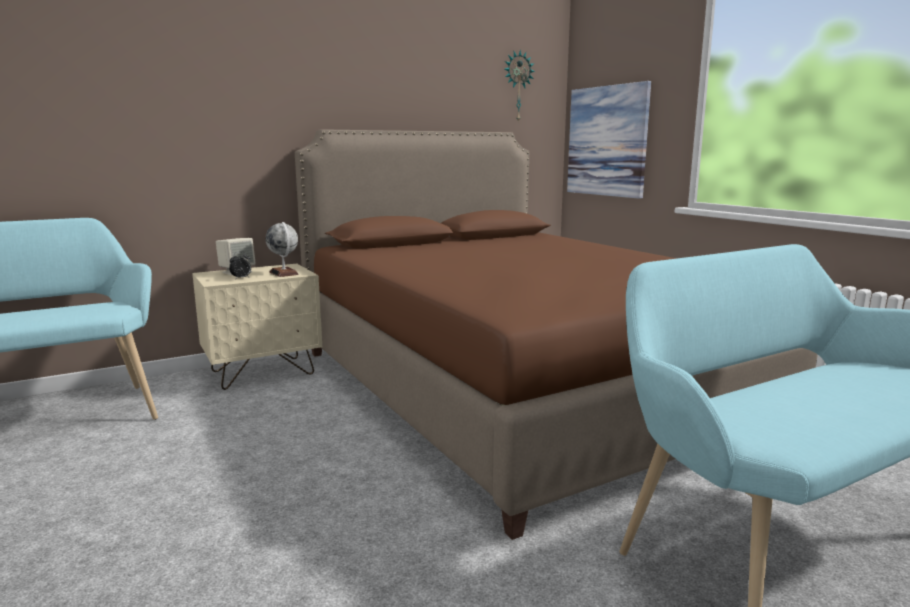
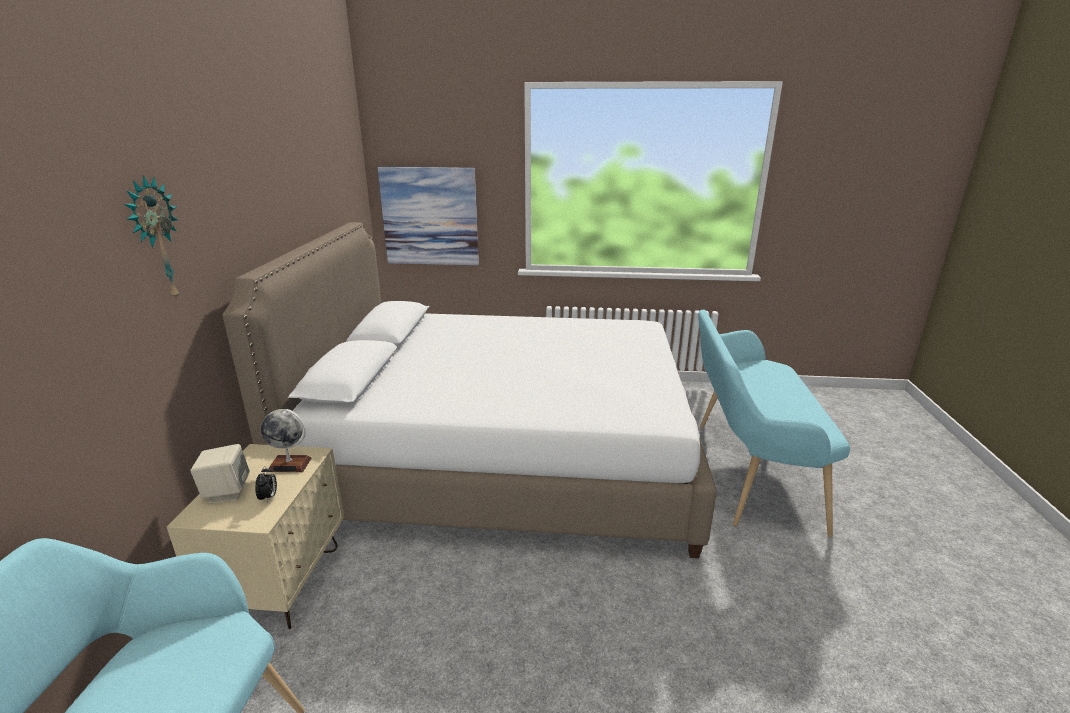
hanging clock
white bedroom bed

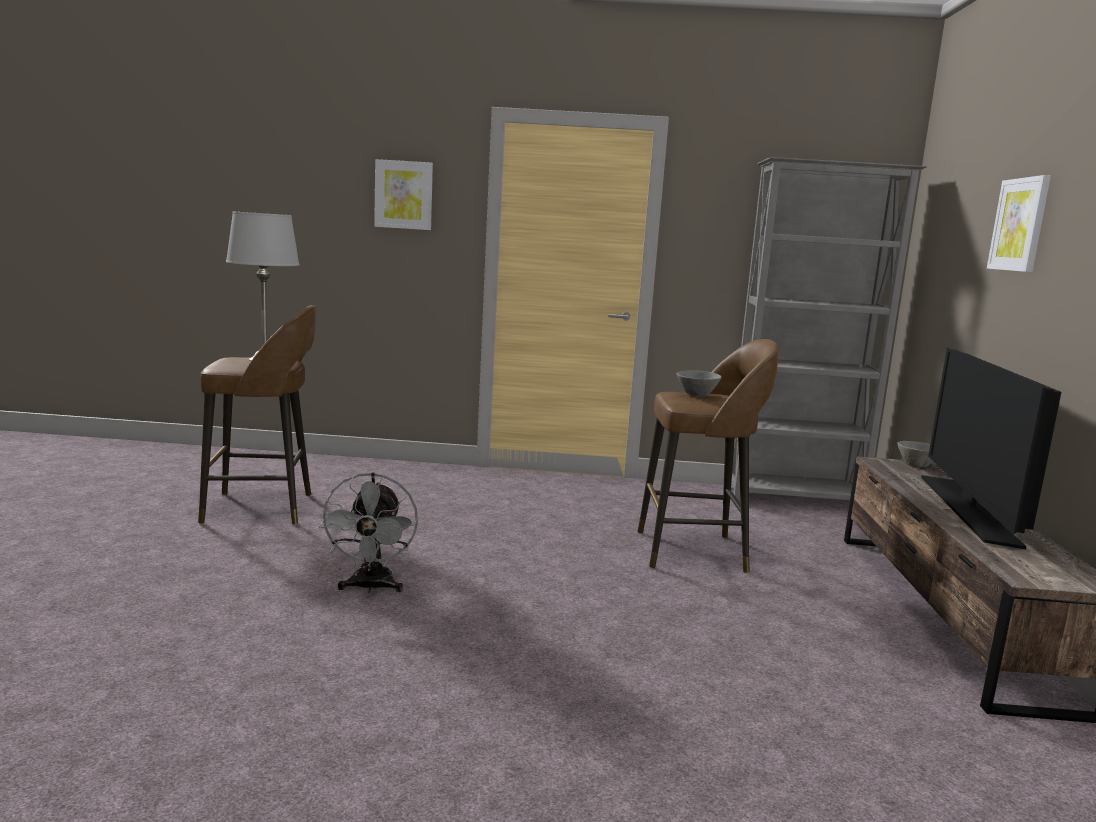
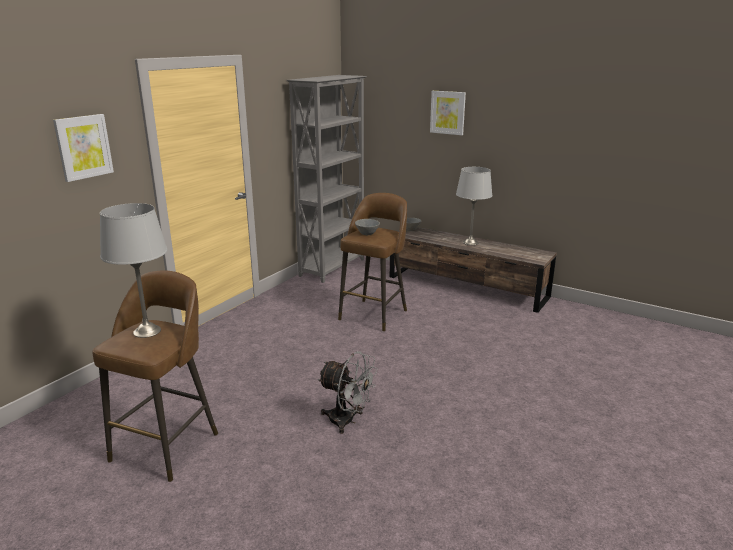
gray lamp for a table (2nd from left)

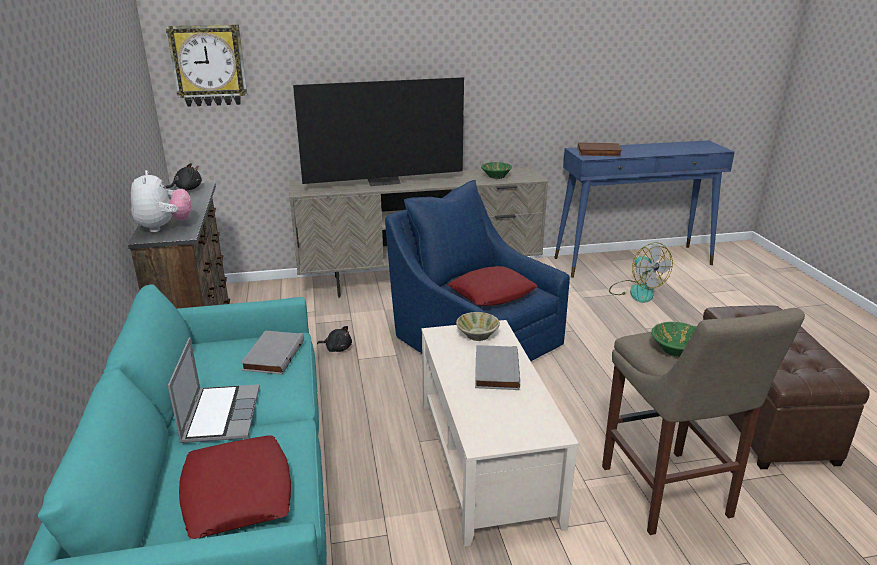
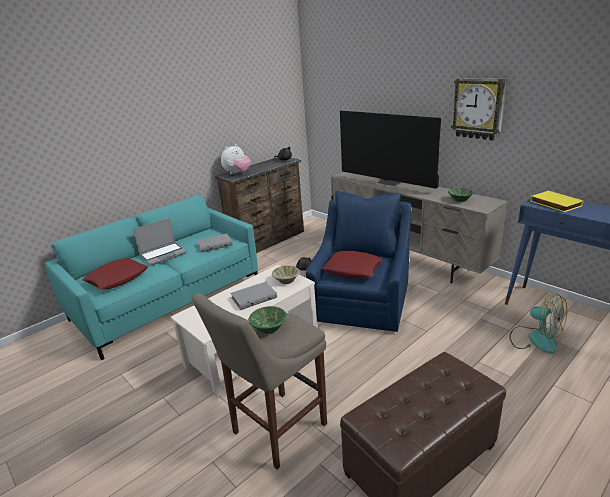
hanging clock
cooling fan
yellow book

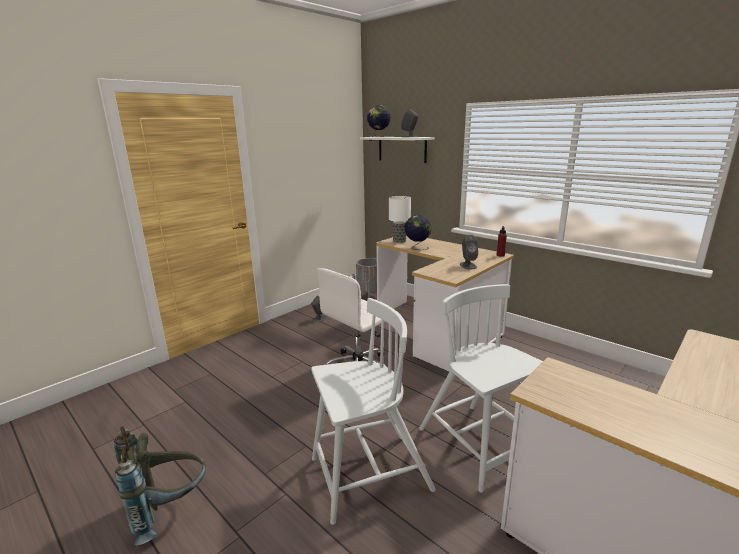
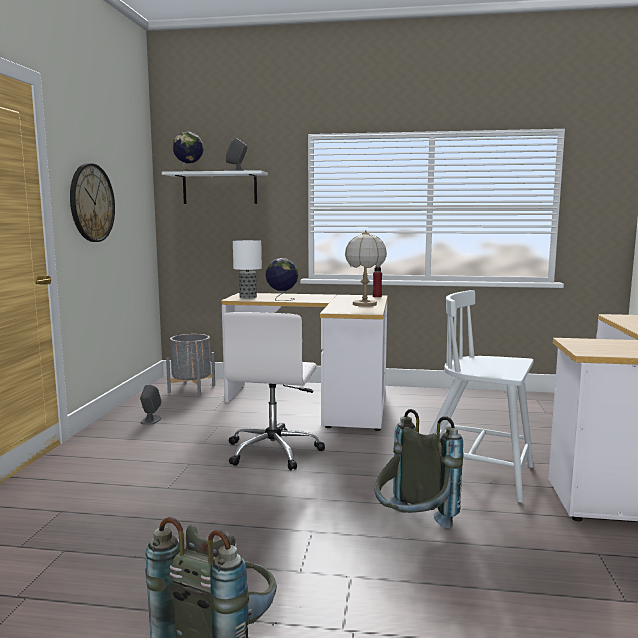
hanging clock
lamp for a table (2nd from left)
gray knapsack (2nd from left)

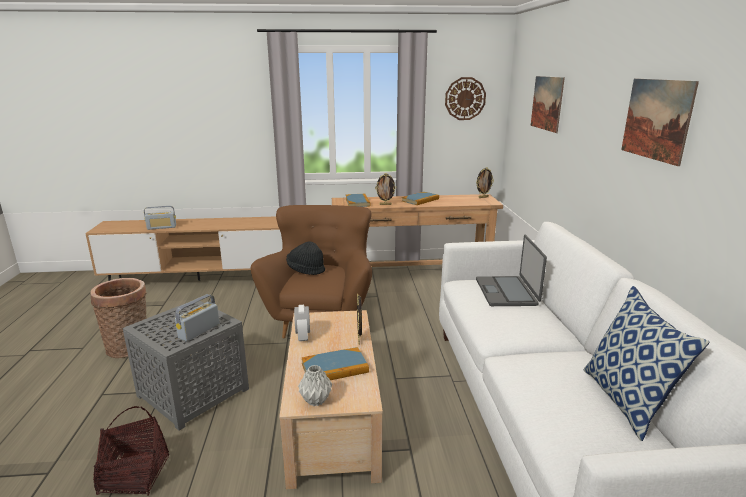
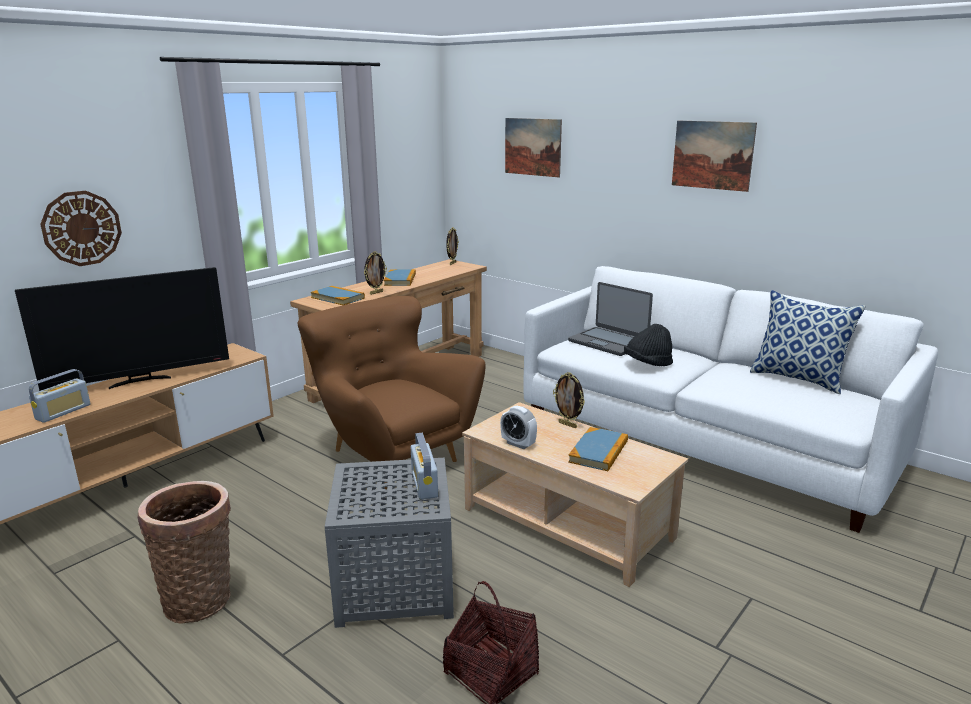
TV set
hanging clock
blackish clothing hat
gray vase

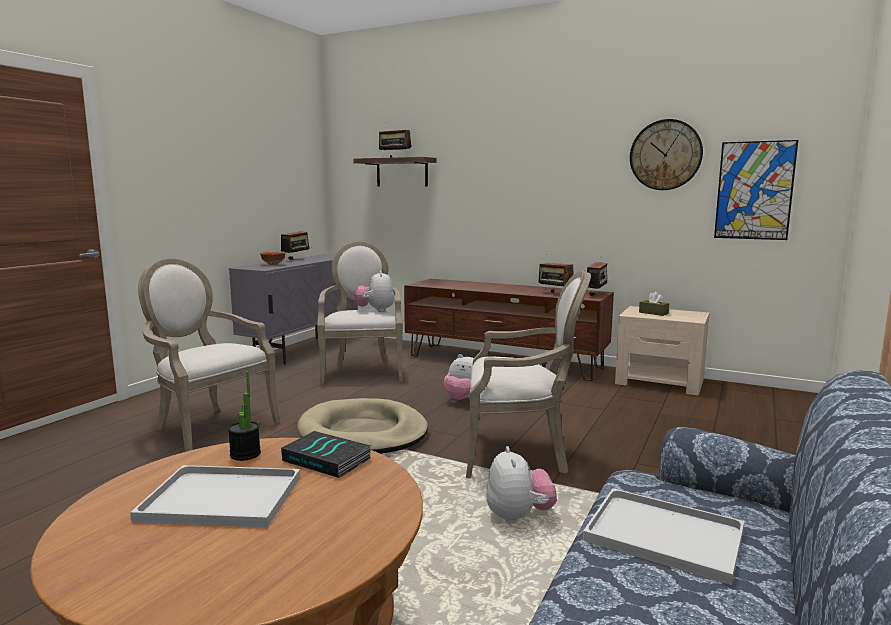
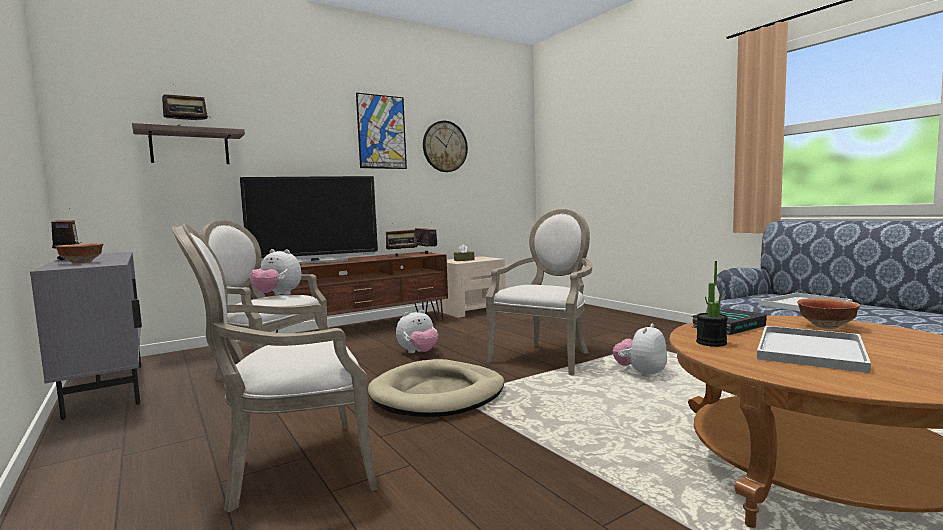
TV set
wall art
plush toy (3rd from left)
serving bowl (2nd from left)

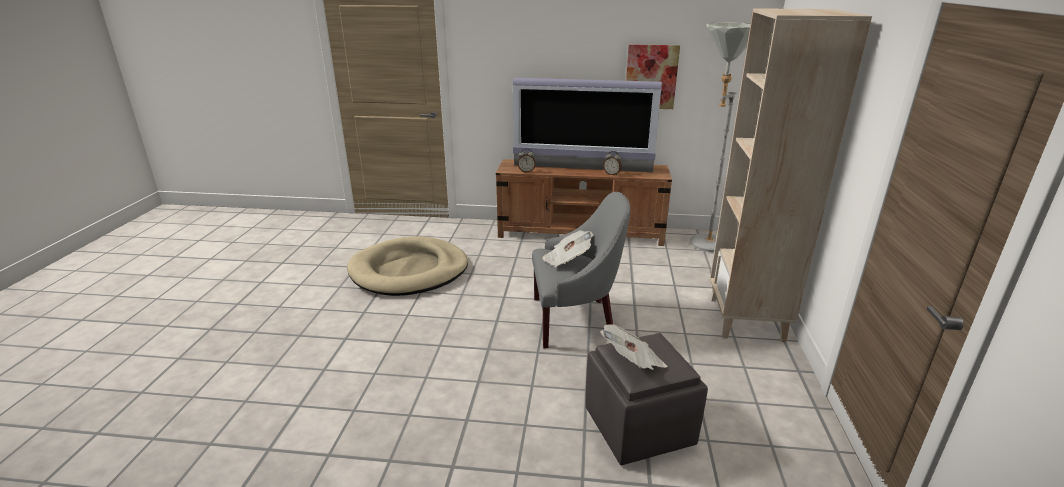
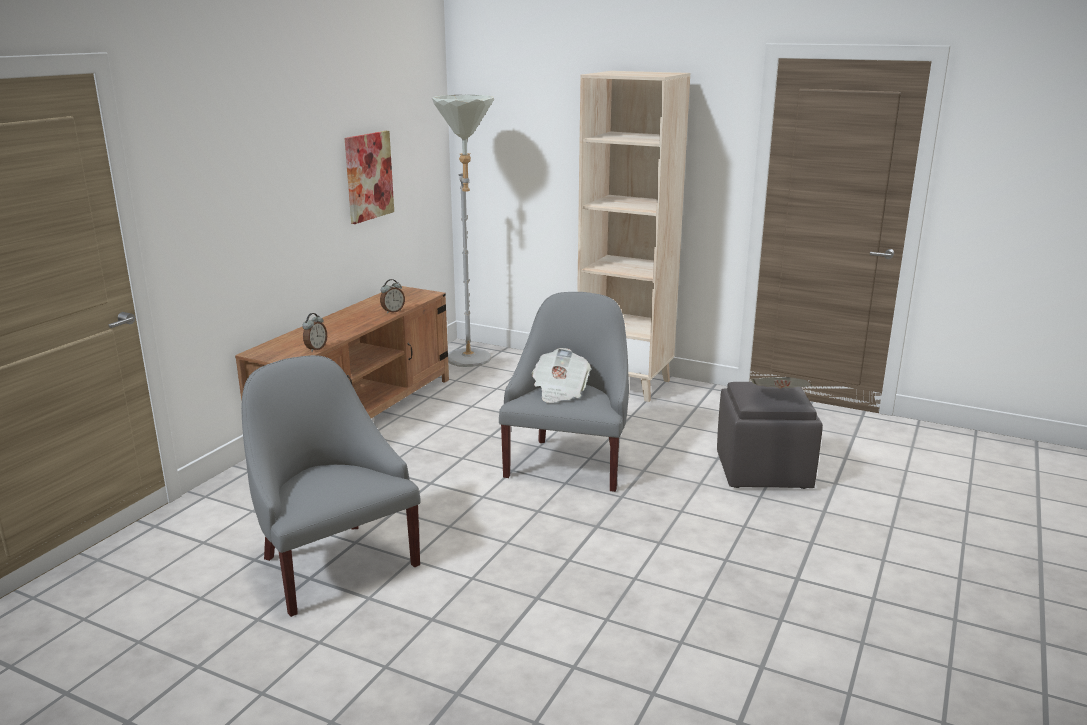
gray easy chair (1st from left)
TV set

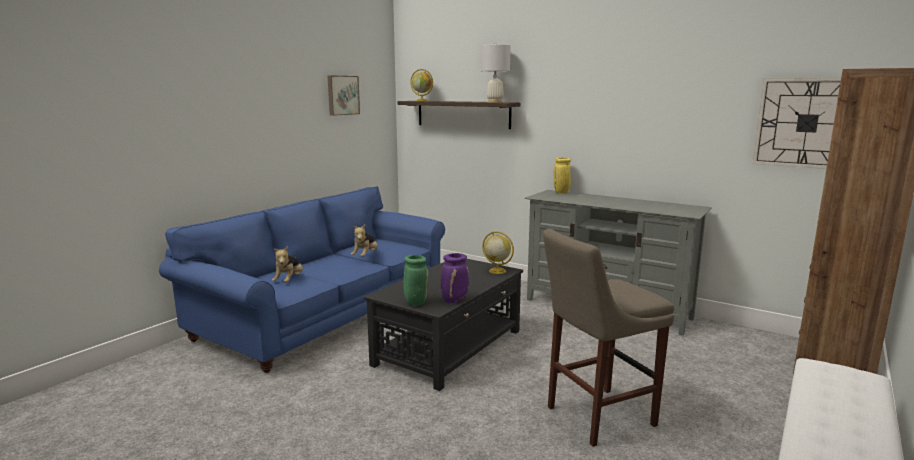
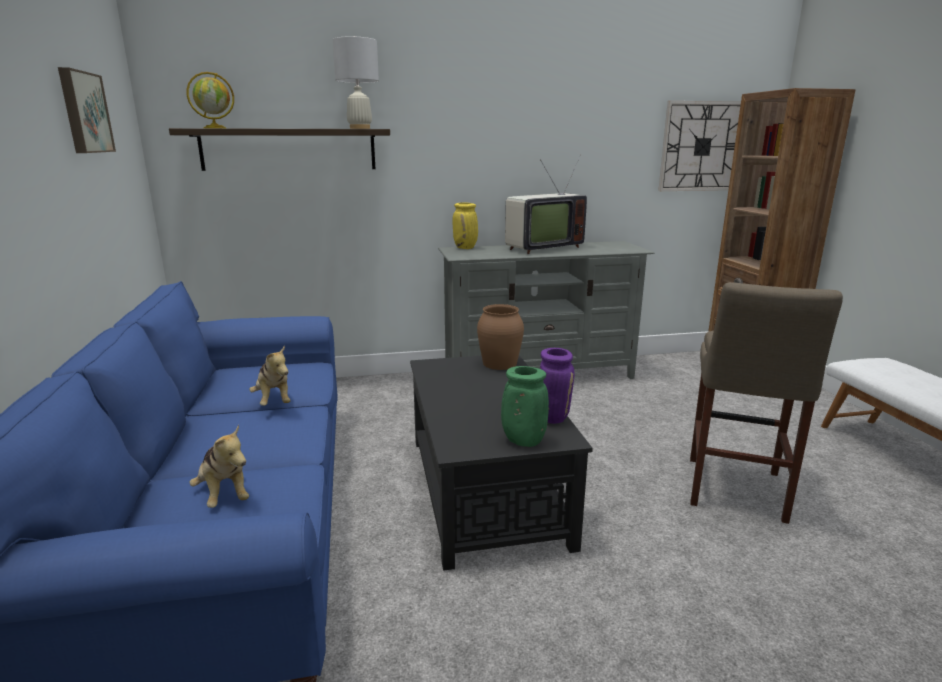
brown vase
TV set

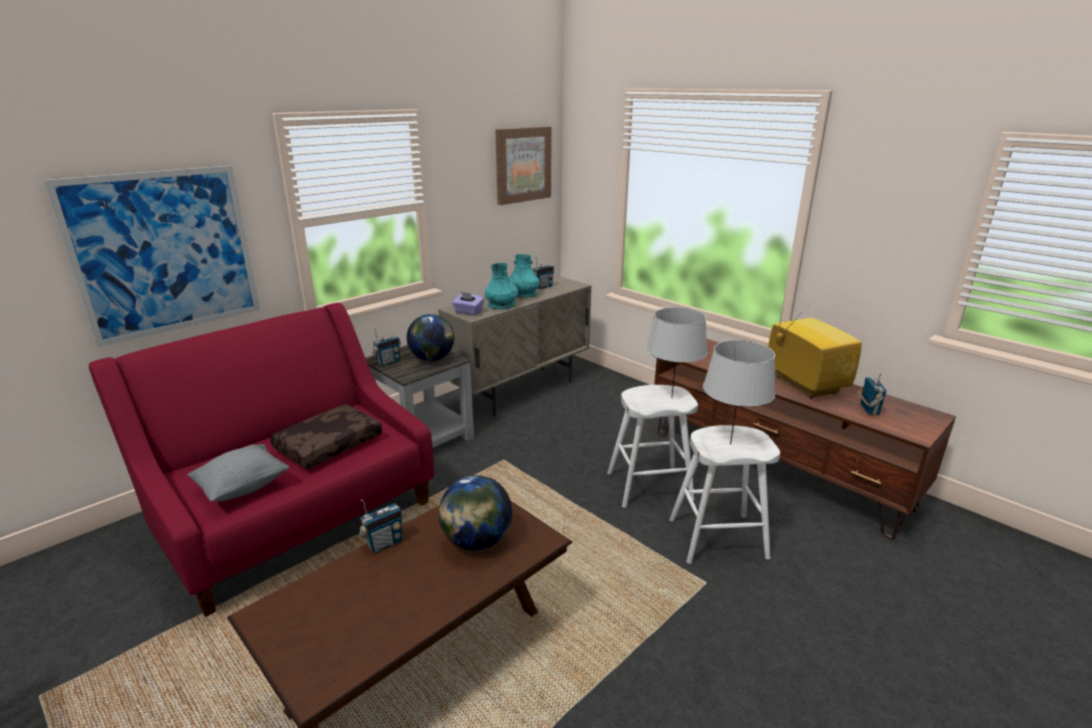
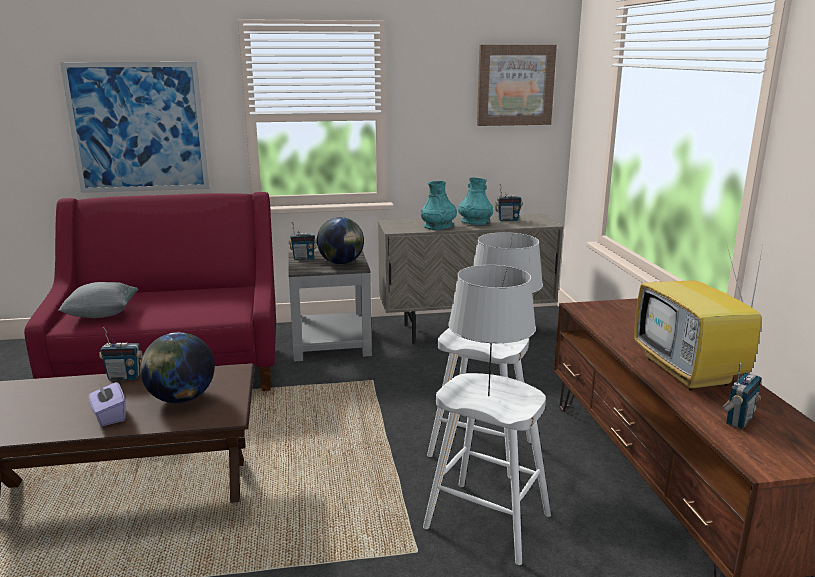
purplish tissue holder
TV set
brown pillow

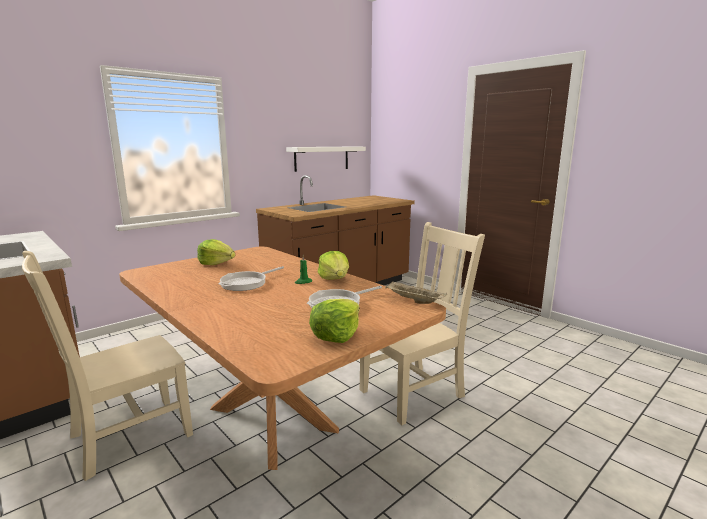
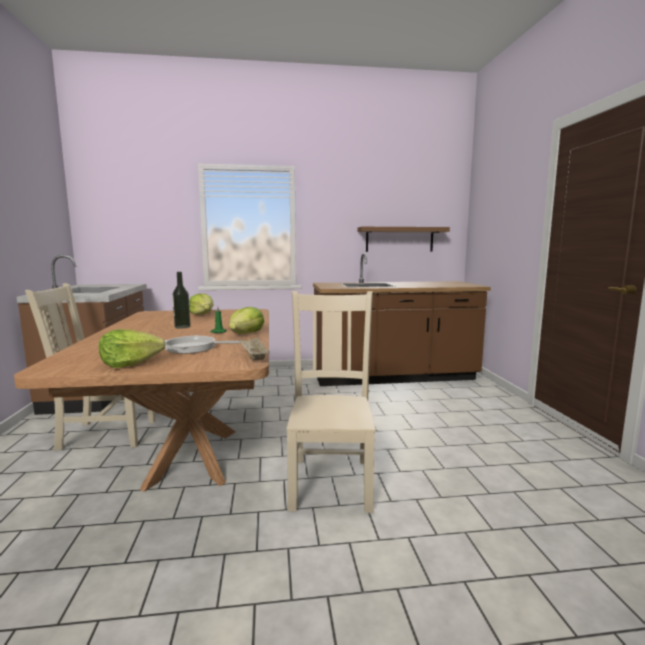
beverage bottle
sand-coloured upright chair (2nd from left)
brown bracket shelf

